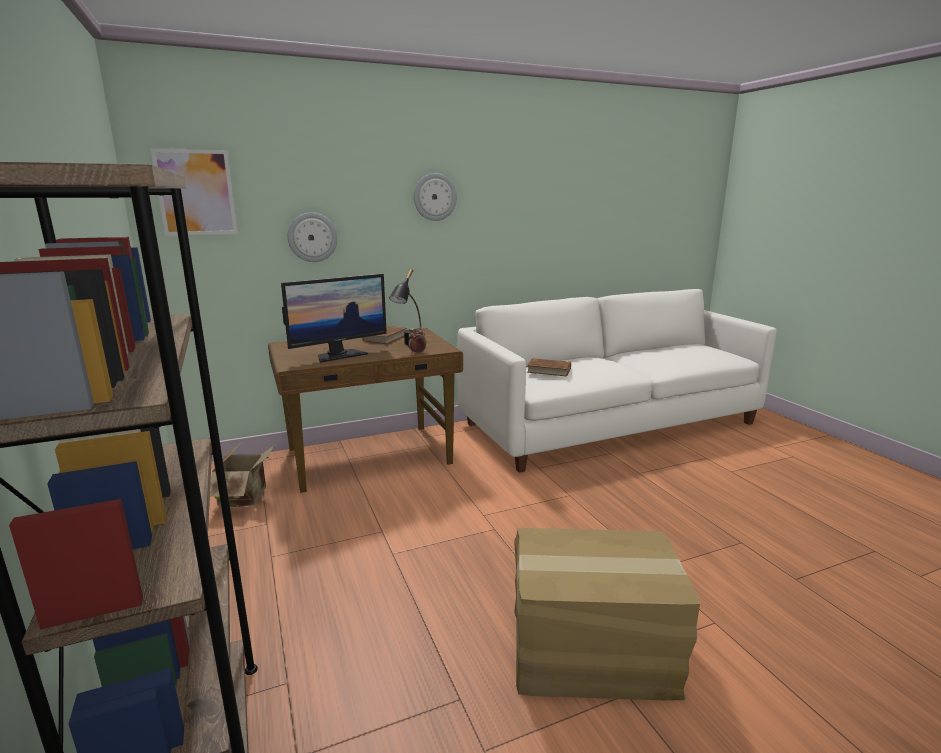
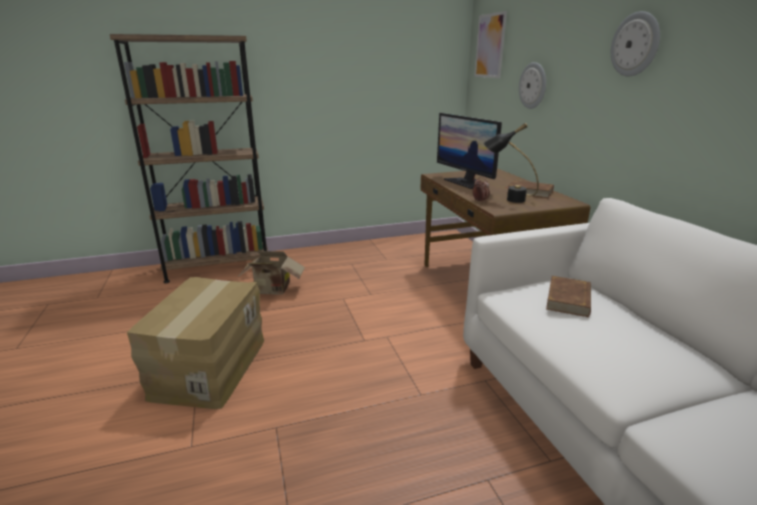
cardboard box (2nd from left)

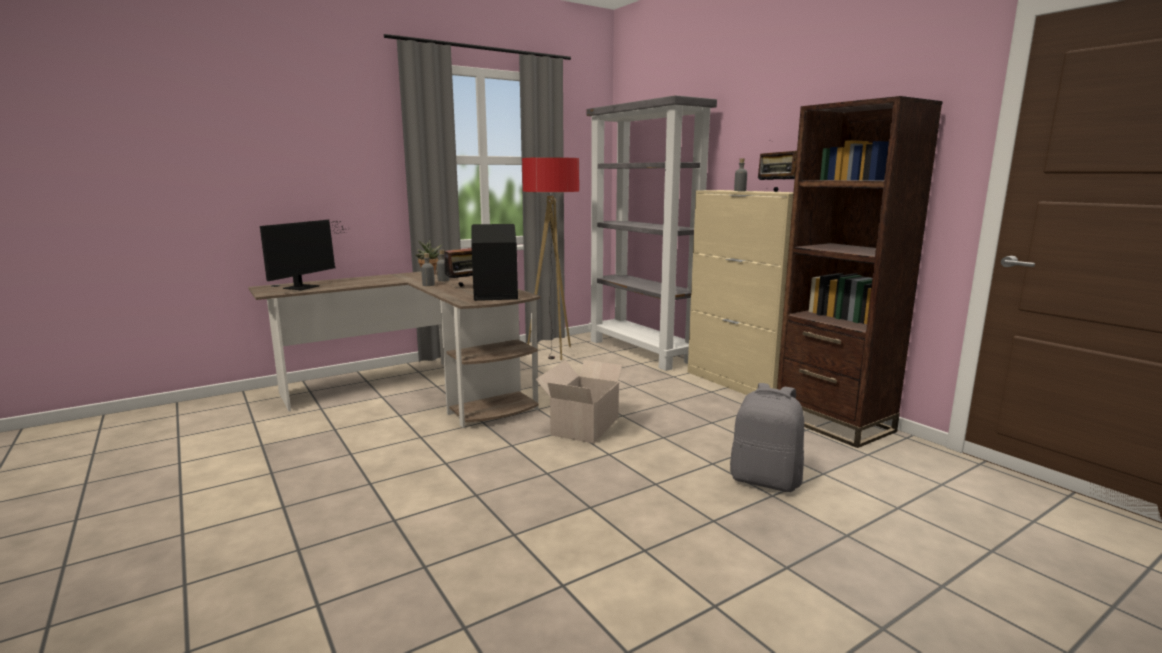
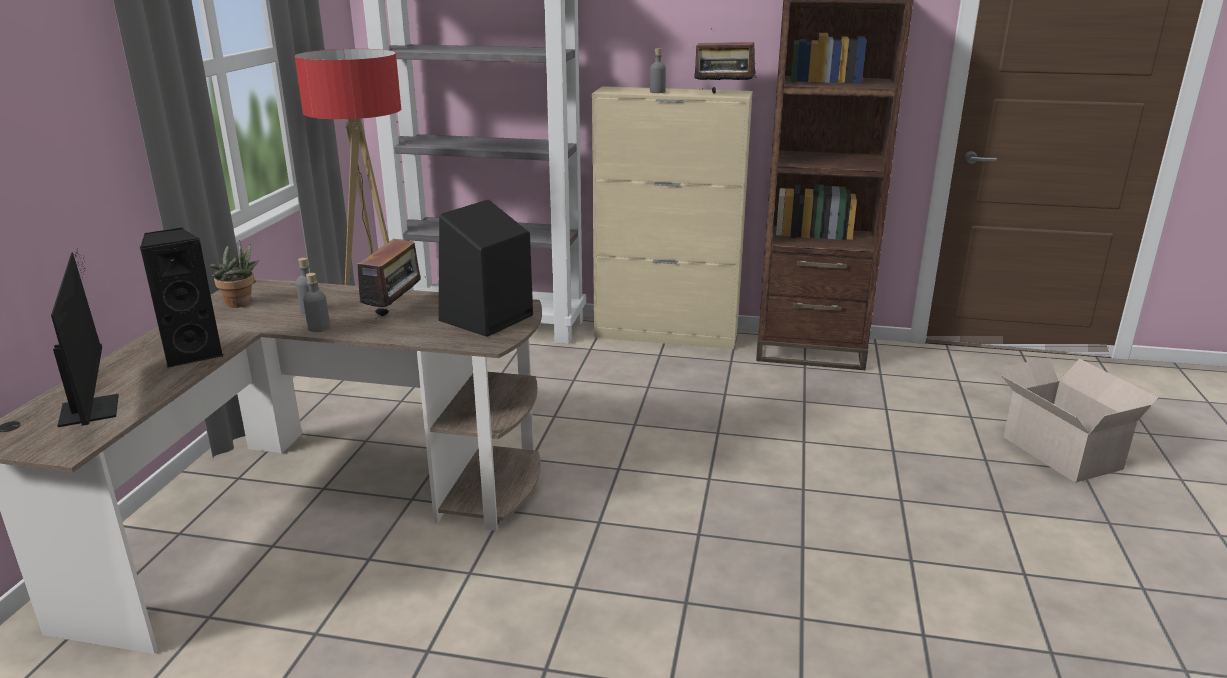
blackish loudspeaker (1st from left)
cardboard box
gray knapsack

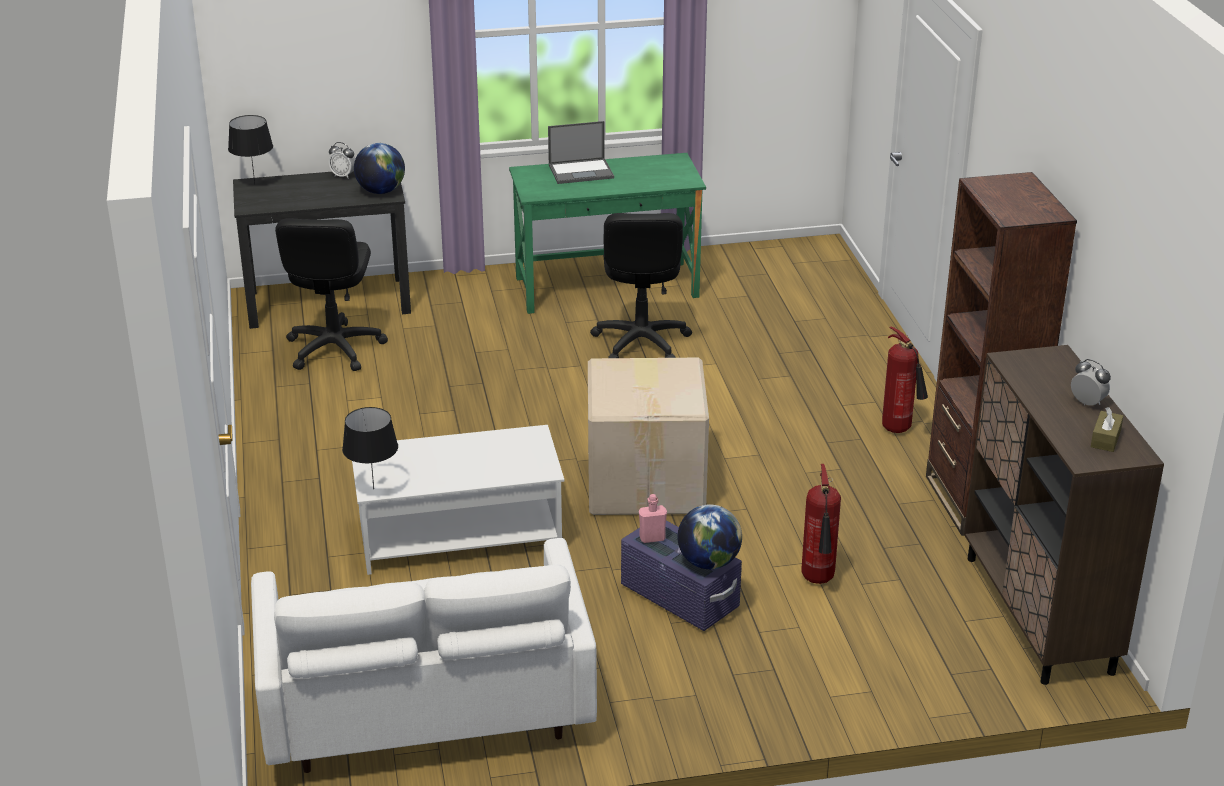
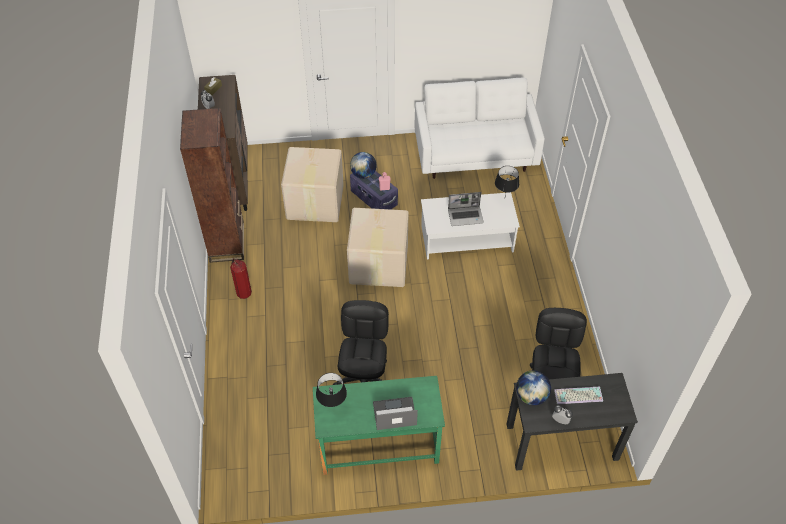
cardboard box (1st from left)
blackish lamp for a table (1st from left)
laptop (2nd from left)
PC keyboard

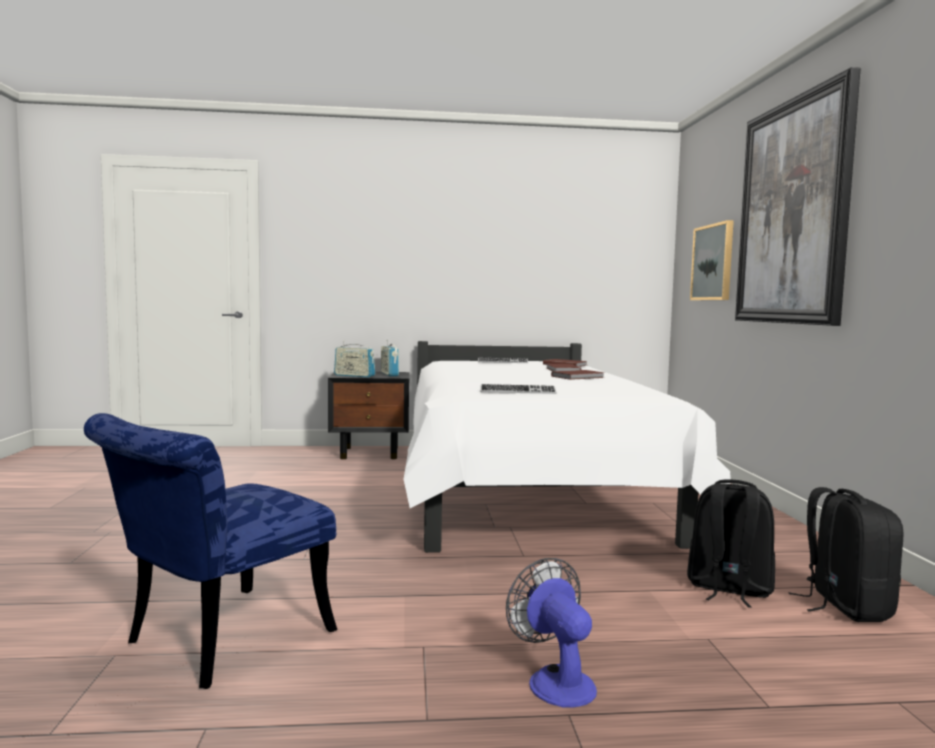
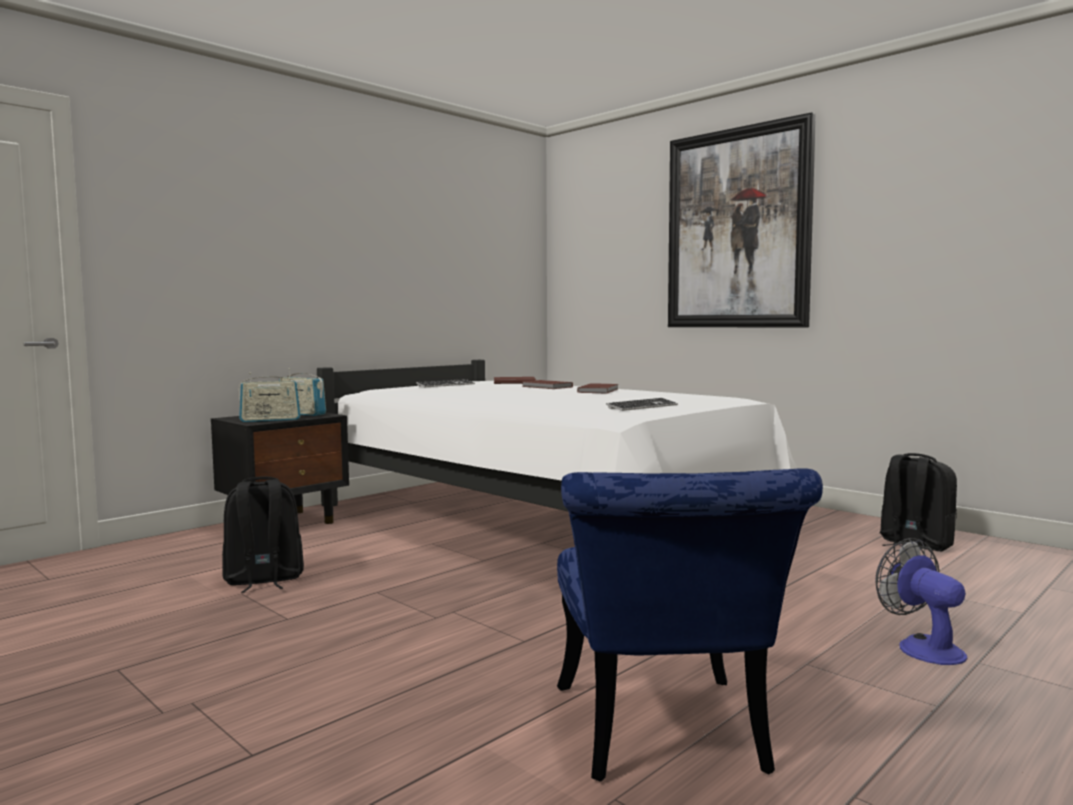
blackish knapsack (1st from left)
cooling fan
wall art (1st from left in the first image)

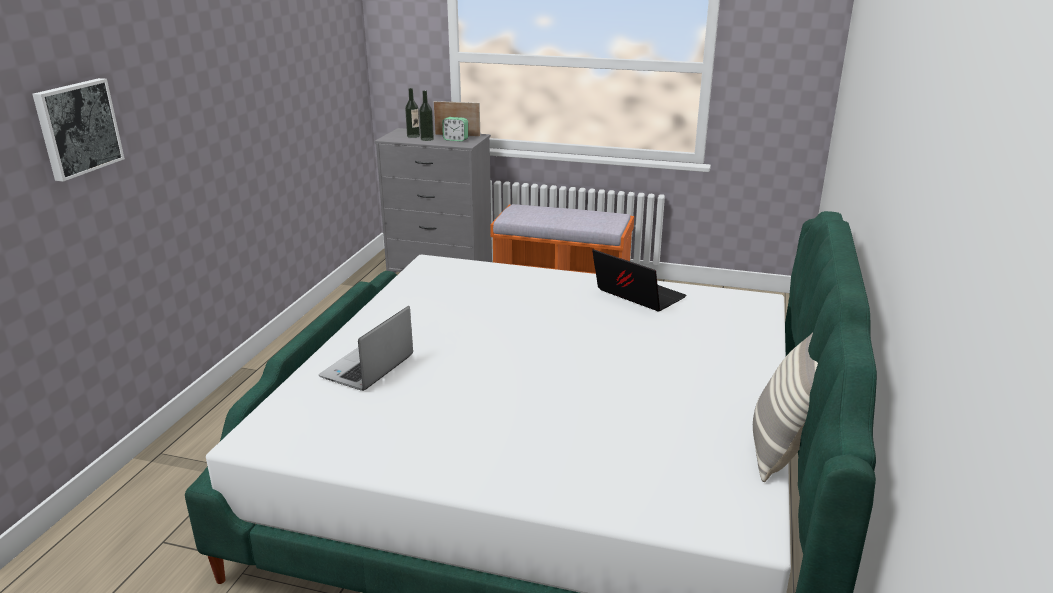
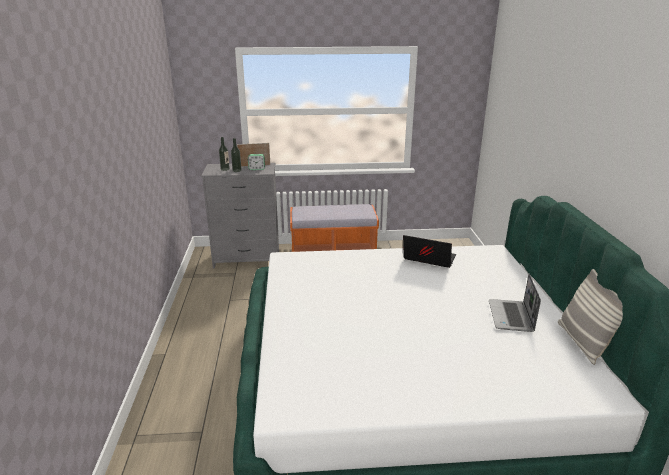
laptop (2nd from left)
wall art

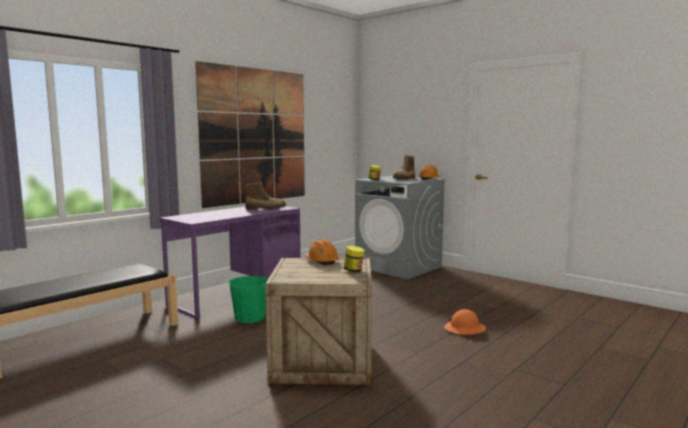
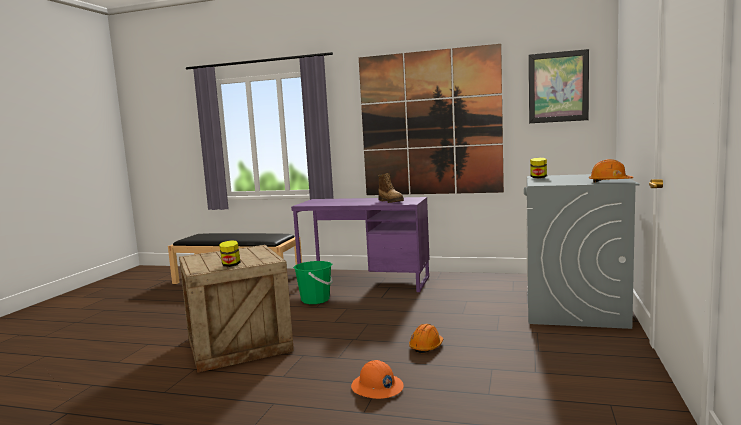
orange safety helmet (2nd from left)
wall art (2nd from left)
boot (2nd from left in the first image)

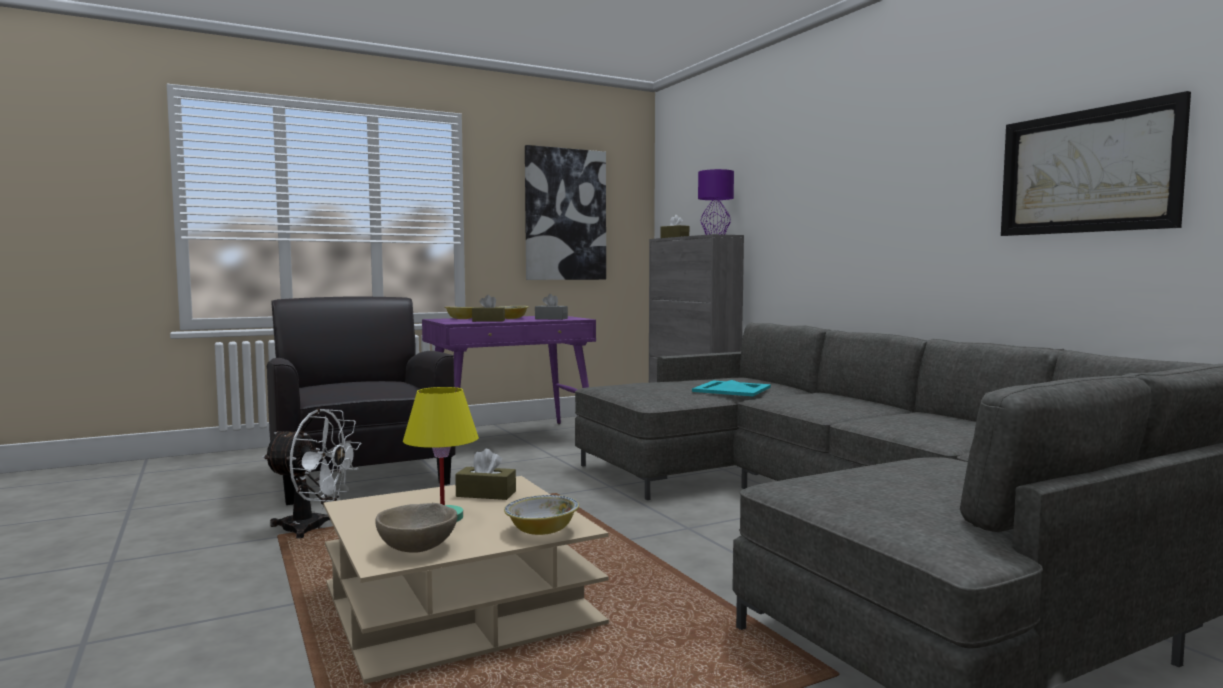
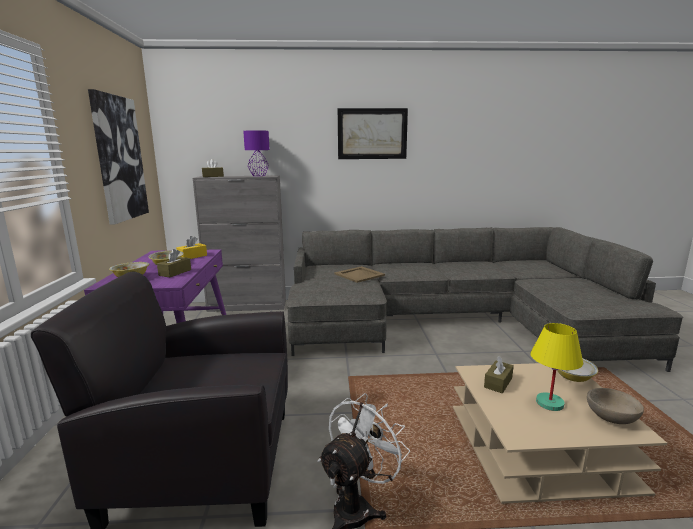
yellow tissue holder
sand-coloured carrying tray
wall art (2nd from left)

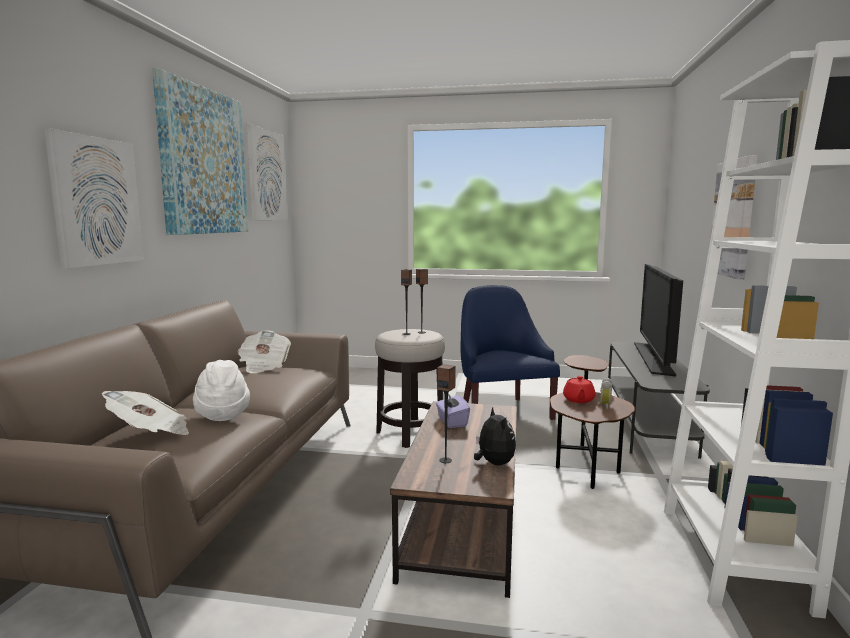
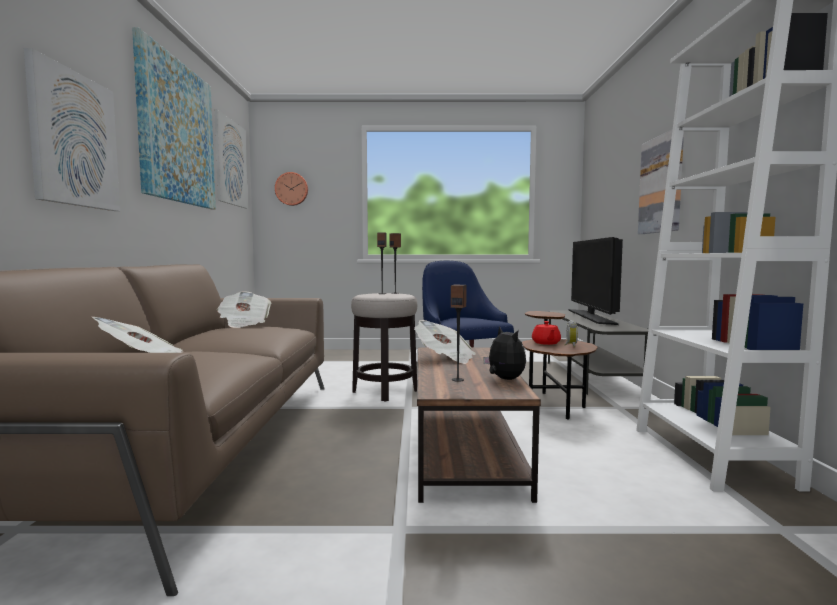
hanging clock
newspaper (3rd from left)
white clothing hat

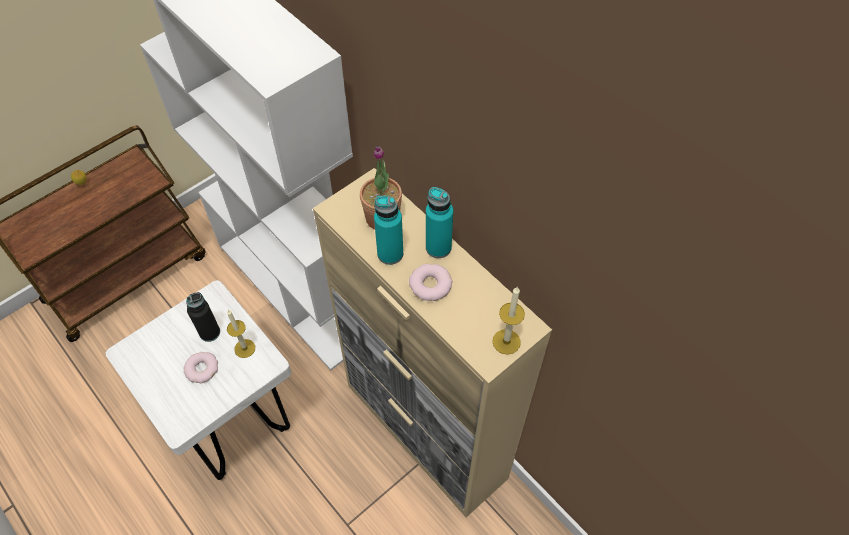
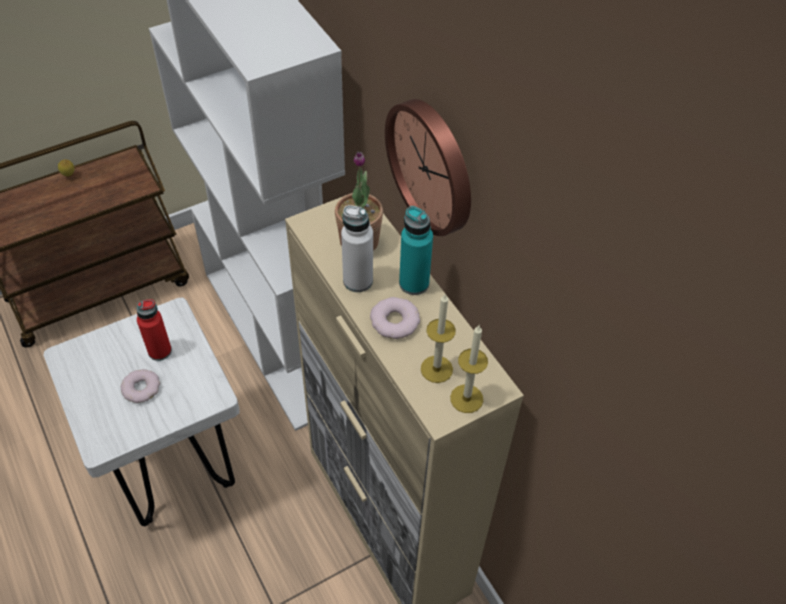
red-coloured beverage bottle
white beverage bottle
hanging clock
wax light (1st from left)

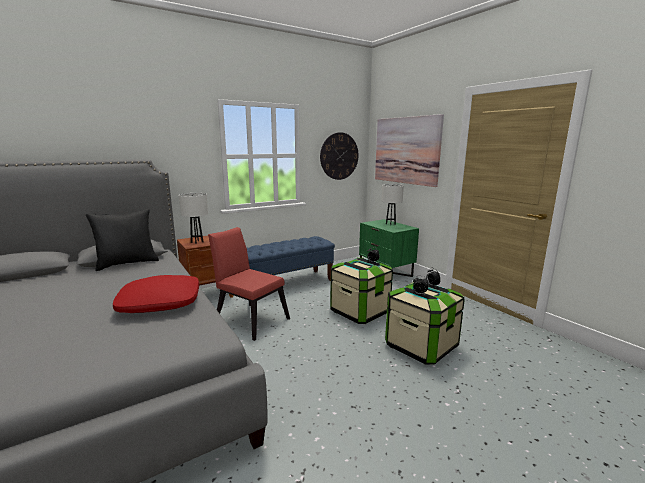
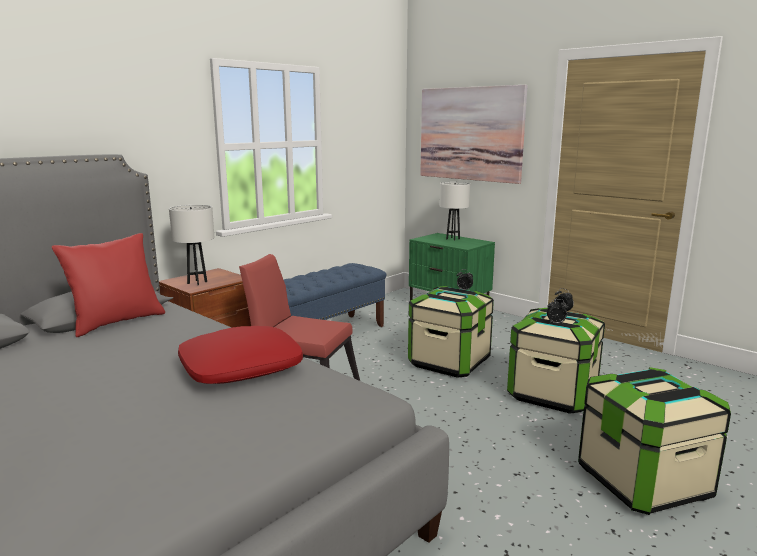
red-coloured pillow (1st from left)
storage box (3rd from left)
hanging clock

